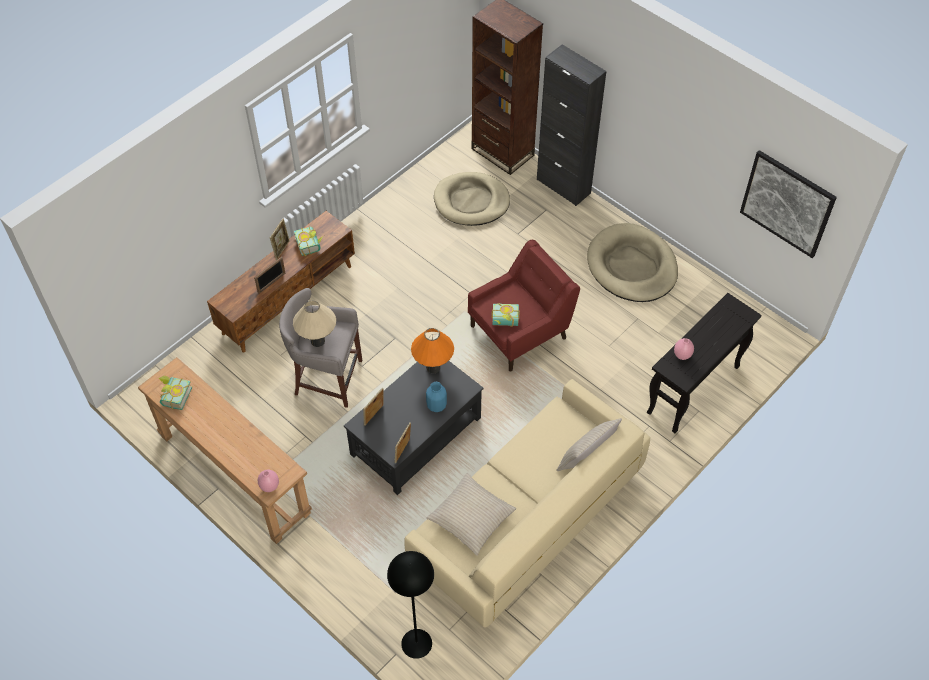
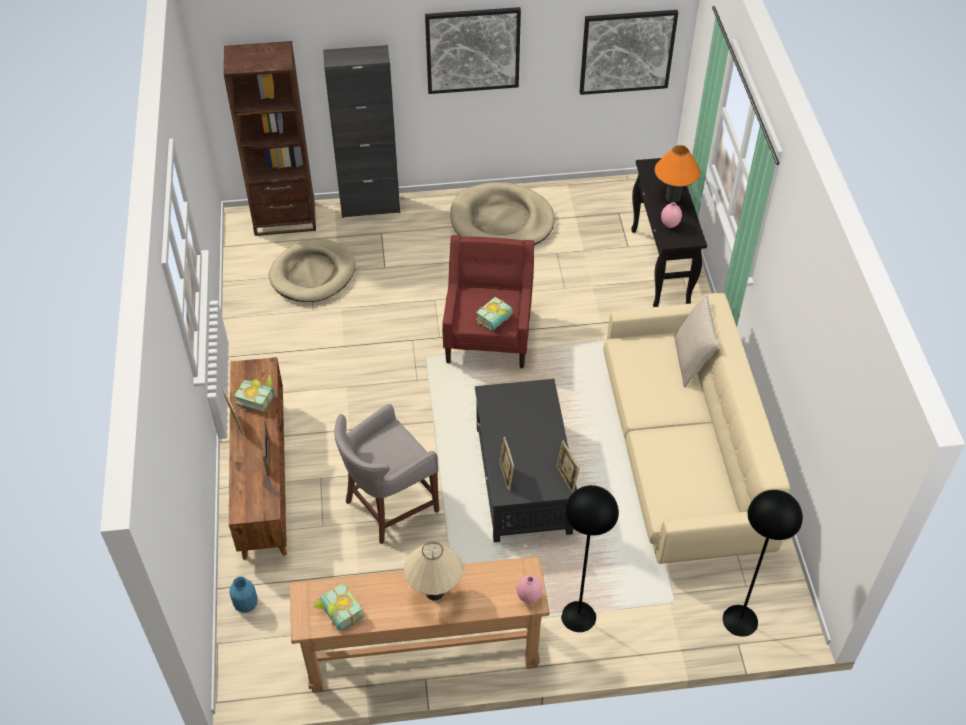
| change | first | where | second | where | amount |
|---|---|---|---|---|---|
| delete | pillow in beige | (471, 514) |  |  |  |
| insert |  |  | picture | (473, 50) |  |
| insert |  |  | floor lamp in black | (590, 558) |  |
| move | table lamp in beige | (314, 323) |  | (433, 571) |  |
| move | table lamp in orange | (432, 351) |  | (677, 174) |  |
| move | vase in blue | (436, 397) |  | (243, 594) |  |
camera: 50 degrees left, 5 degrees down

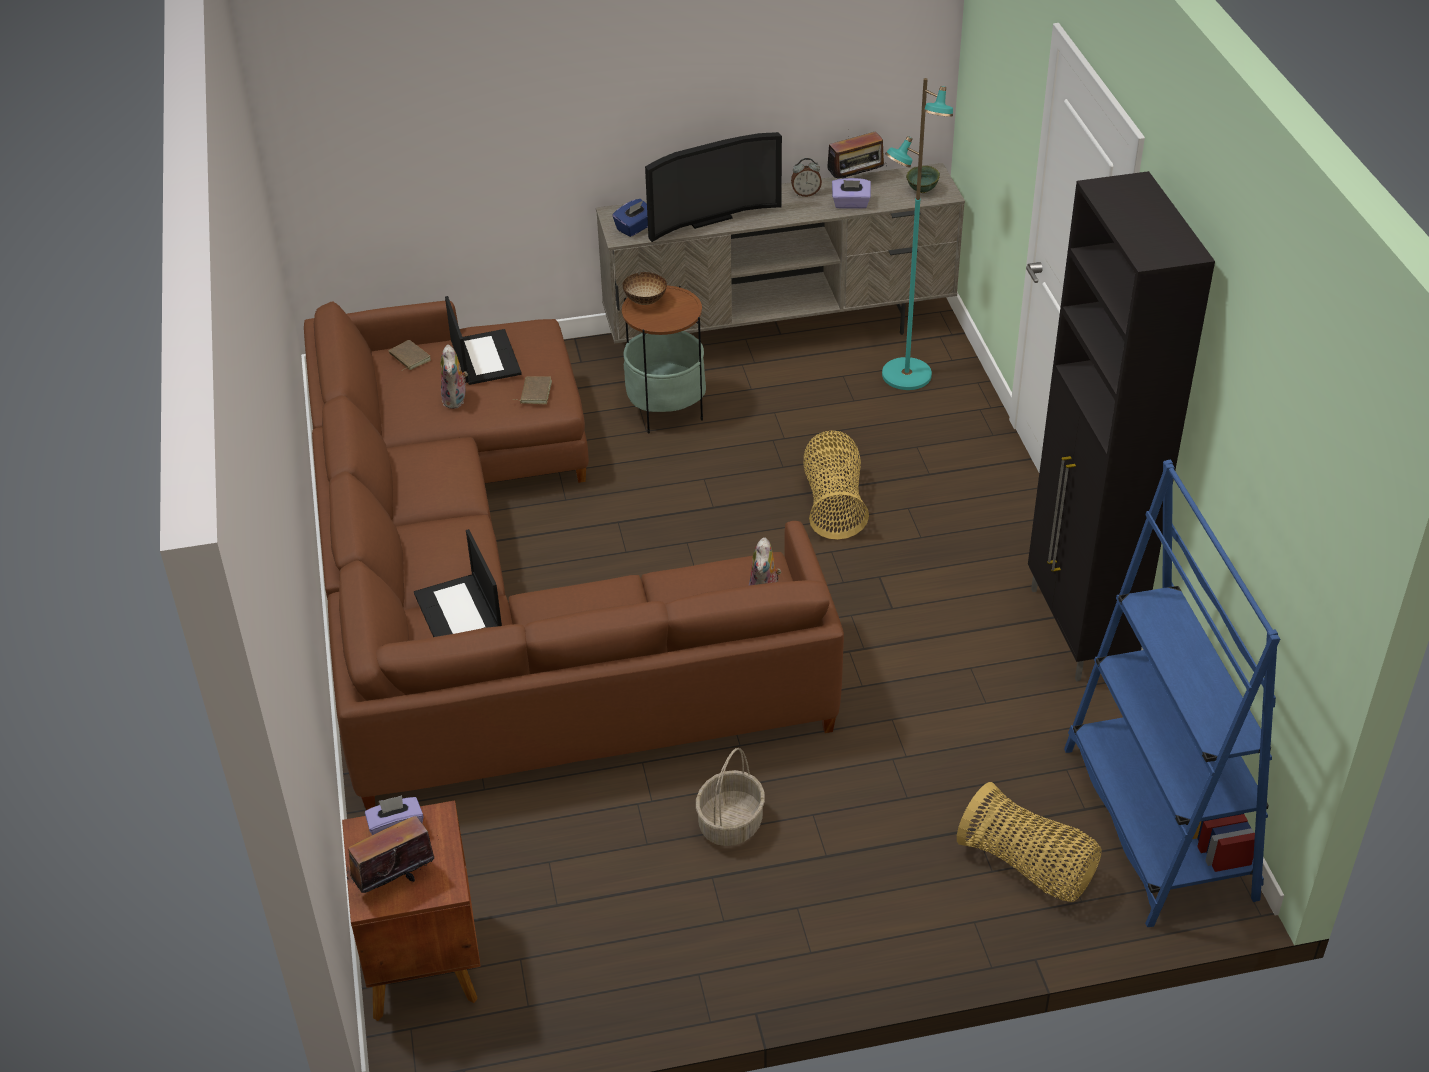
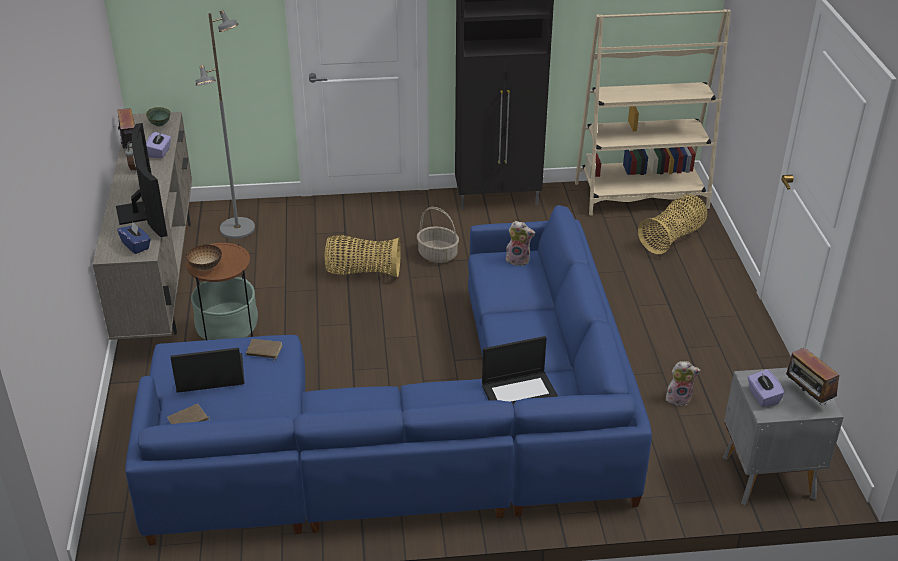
| change | first | where | second | where | amount |
|---|---|---|---|---|---|
| move | plush toy | (454, 376) |  | (683, 383) |  |
| move | basket | (730, 797) |  | (438, 235) |  |
| recolor | sofa in brown | (574, 555) | sofa in blue | (388, 375) |  |
| recolor | nightstand in brown | (411, 911) | nightstand in grey | (783, 436) |  |
| recolor | floor lamp in turquoise | (917, 234) | floor lamp in grey | (225, 124) |  |
| recolor | bookcase in blue | (1172, 693) | bookcase in beige | (653, 112) |  |
camera: 85 degrees left, 5 degrees down

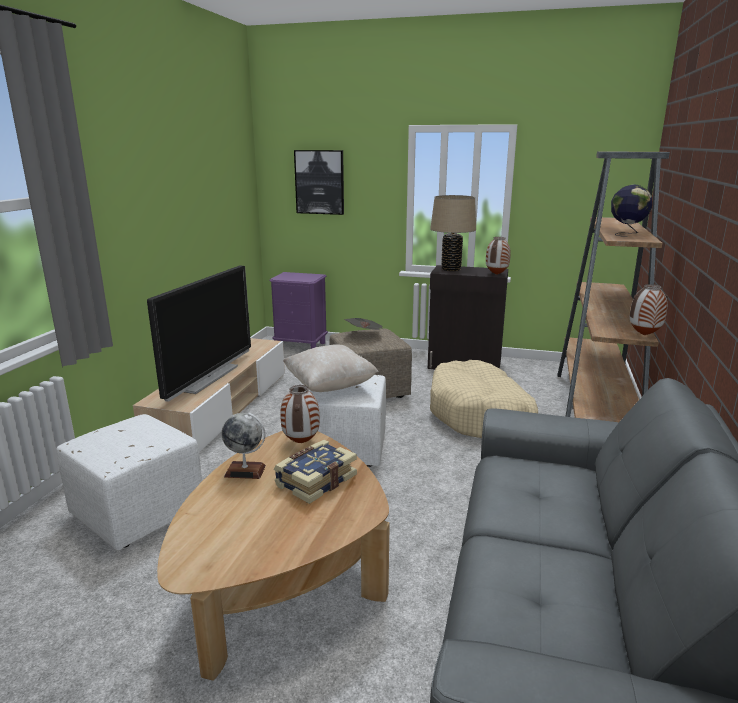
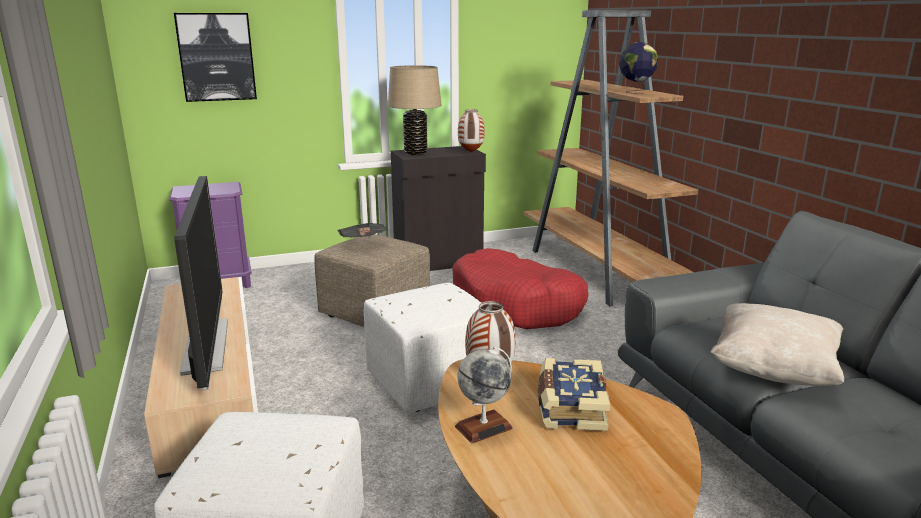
| change | first | where | second | where | amount |
|---|---|---|---|---|---|
| delete | vase | (649, 309) |  |  |  |
| move | pillow in beige | (331, 368) |  | (777, 344) |  |
| recolor | dog bed in beige | (484, 399) | dog bed in red | (520, 288) |  |
camera: 35 degrees left, 0 degrees up

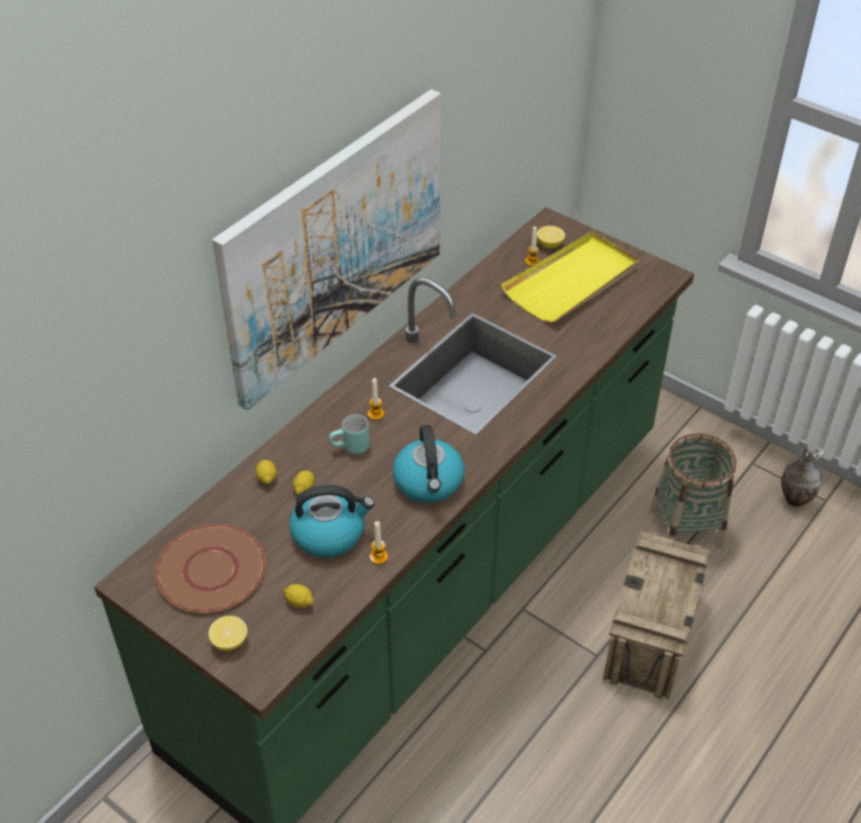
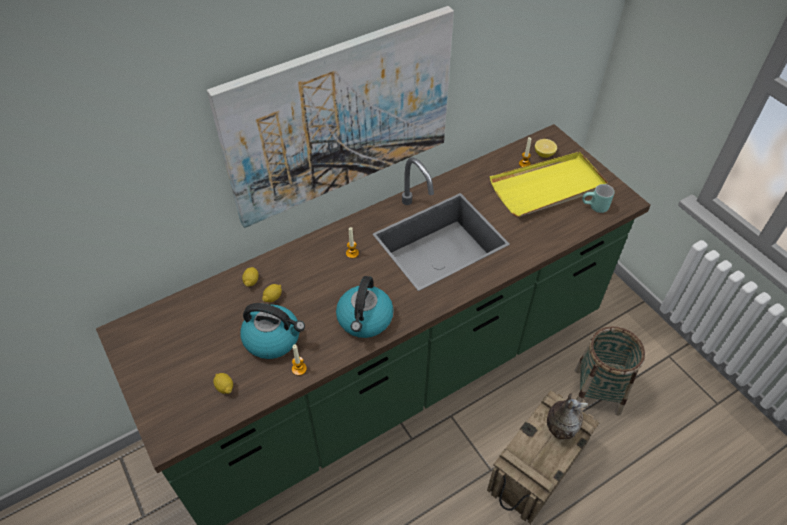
| change | first | where | second | where | amount |
|---|---|---|---|---|---|
| delete | plate in brown | (210, 569) |  |  |  |
| delete | lemon | (228, 633) |  |  |  |
| move | mug in turquoise | (349, 434) |  | (598, 198) |  |
| move | vase | (803, 475) |  | (567, 416) |  |
camera: 20 degrees right, 5 degrees up

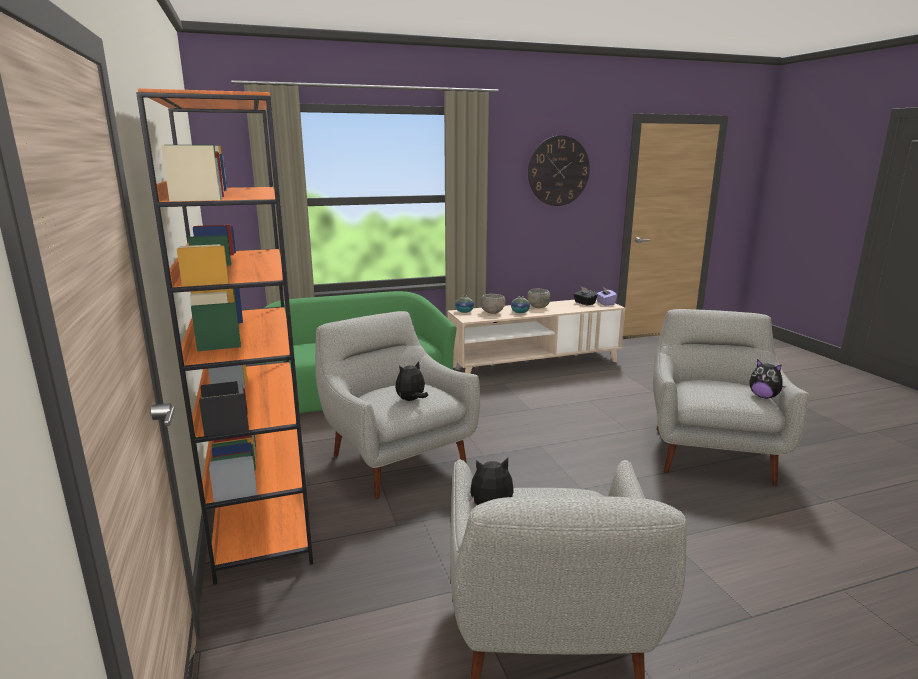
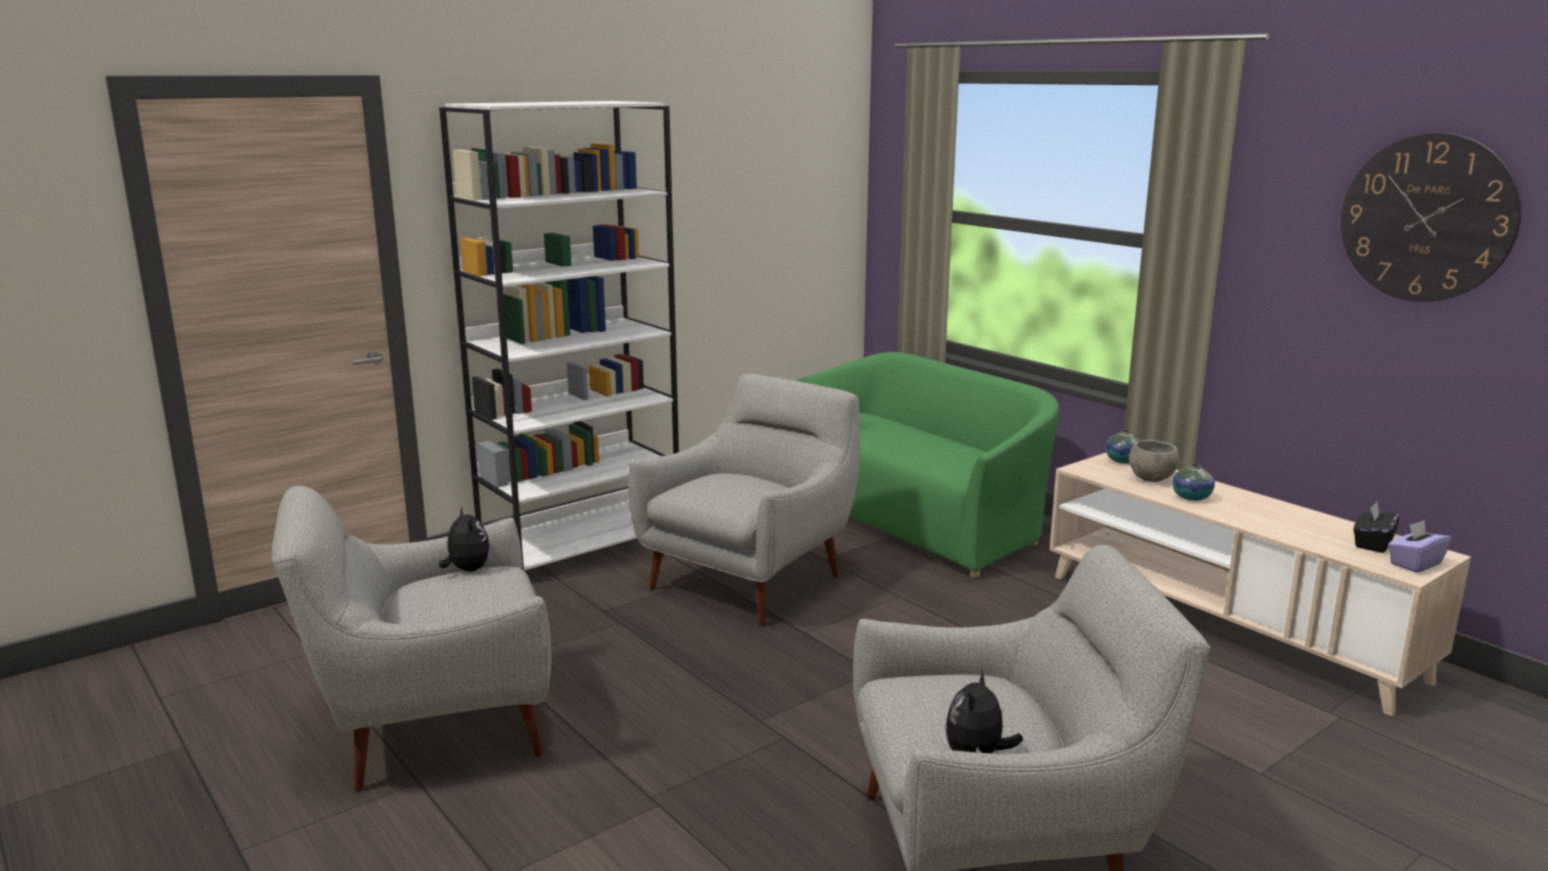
| change | first | where | second | where | amount |
|---|---|---|---|---|---|
| delete | plush toy | (411, 381) |  |  |  |
| delete | bowl in grey | (539, 298) |  |  |  |
| recolor | bookcase in orange | (224, 336) | bookcase in white | (559, 336) |  |
camera: 70 degrees right, 0 degrees up

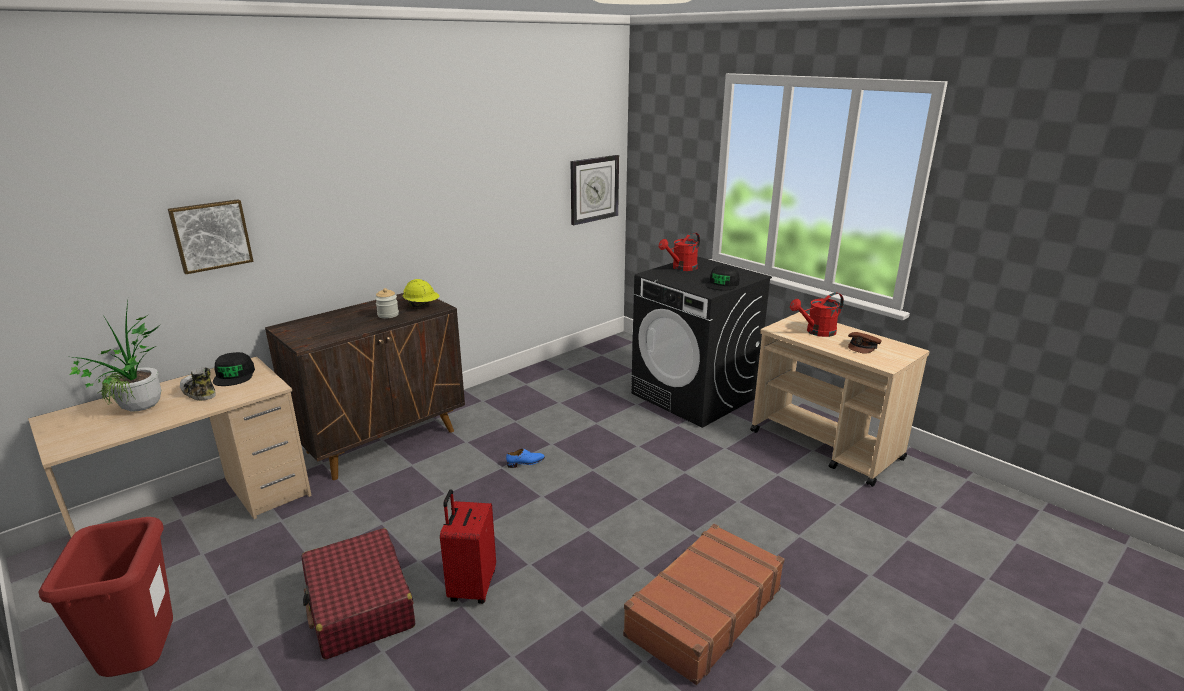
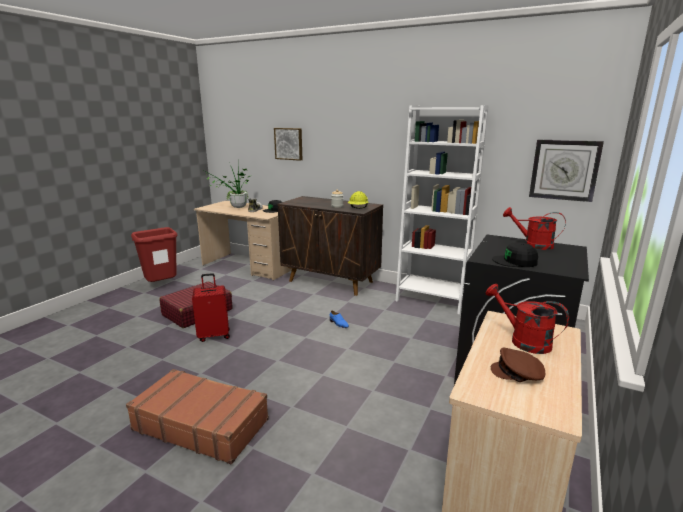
| change | first | where | second | where | amount |
|---|---|---|---|---|---|
| insert |  |  | bookcase in white | (442, 209) |  |
camera: 70 degrees right, 5 degrees down

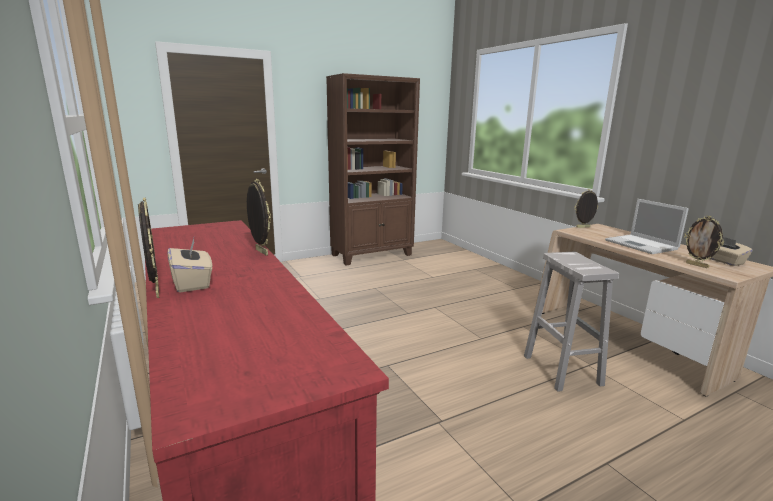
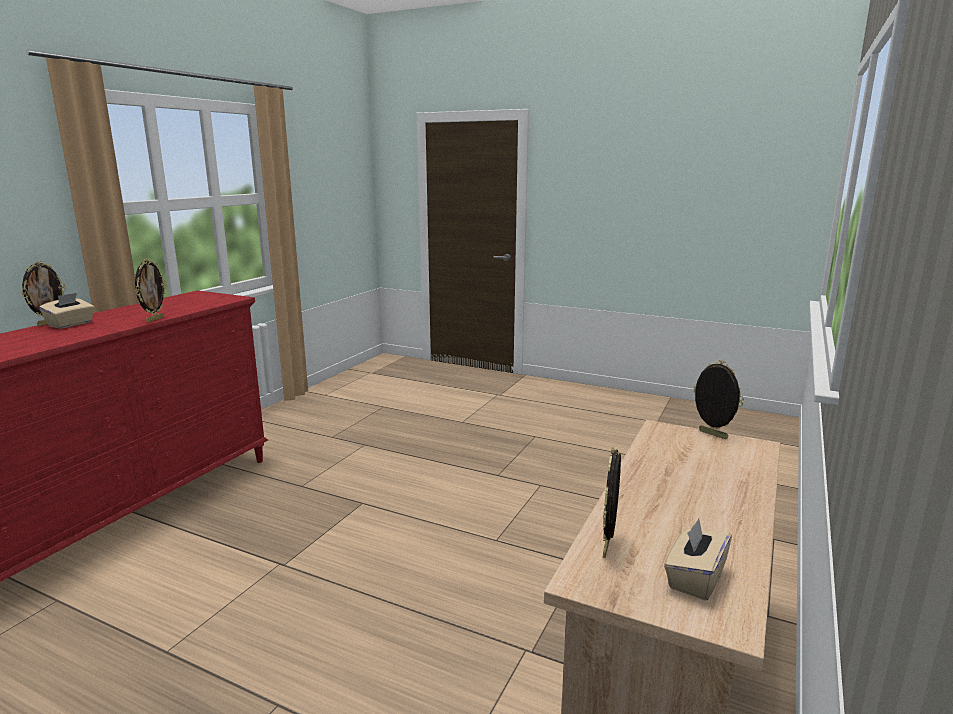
| change | first | where | second | where | amount |
|---|---|---|---|---|---|
| delete | bookcase in brown | (373, 169) |  |  |  |
| delete | stool in white | (571, 322) |  |  |  |
| delete | laptop | (647, 226) |  |  |  |
camera: 55 degrees right, 0 degrees up

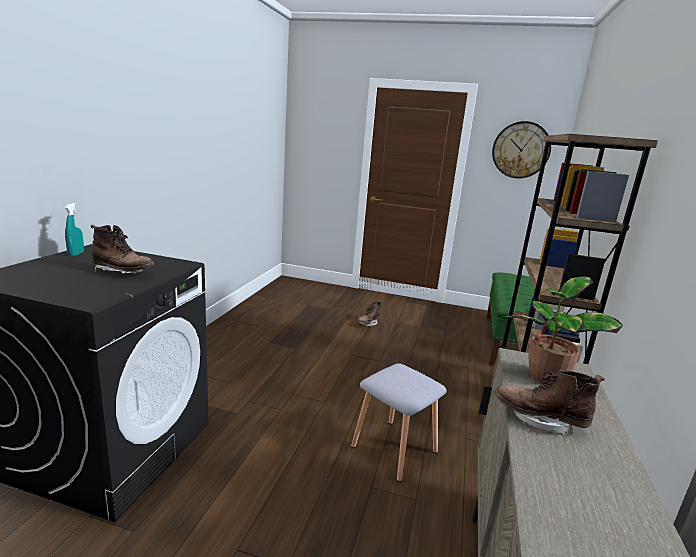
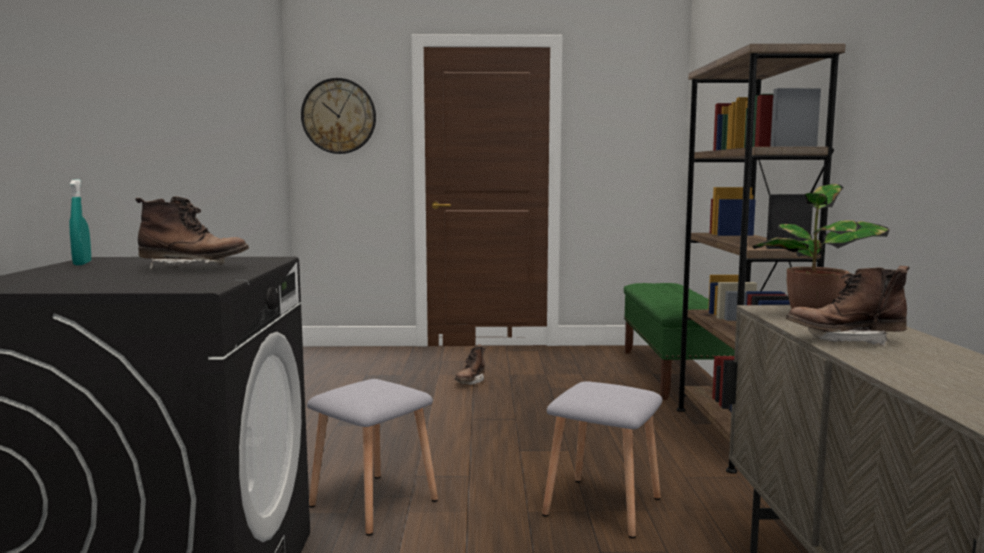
| change | first | where | second | where | amount |
|---|---|---|---|---|---|
| insert |  |  | stool in grey | (372, 457) |  |
| move | wall clock | (521, 149) |  | (338, 116) |  |
camera: 15 degrees left, 10 degrees down

